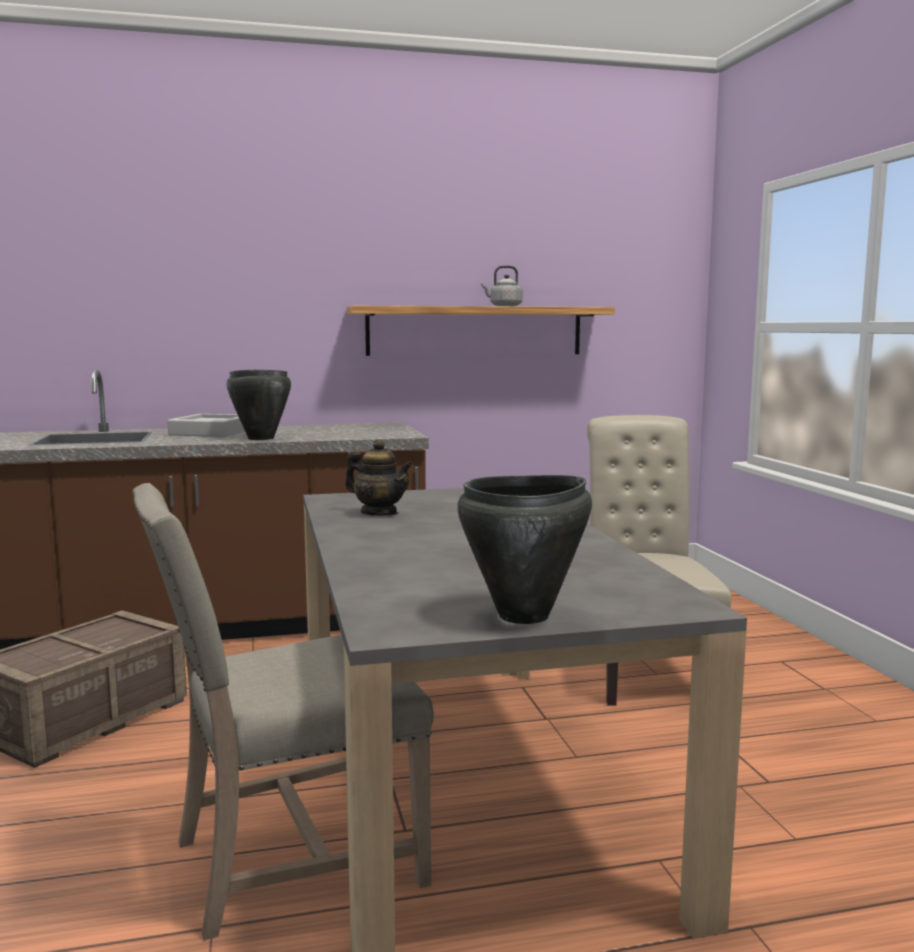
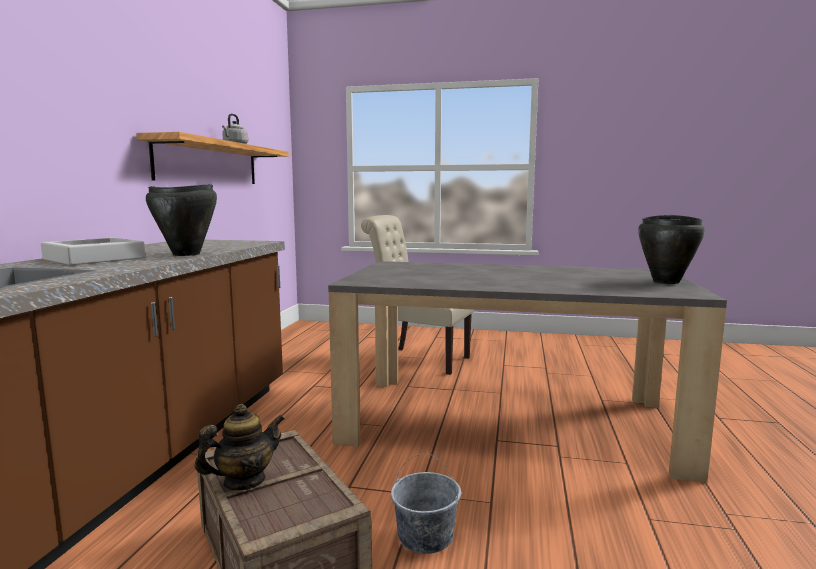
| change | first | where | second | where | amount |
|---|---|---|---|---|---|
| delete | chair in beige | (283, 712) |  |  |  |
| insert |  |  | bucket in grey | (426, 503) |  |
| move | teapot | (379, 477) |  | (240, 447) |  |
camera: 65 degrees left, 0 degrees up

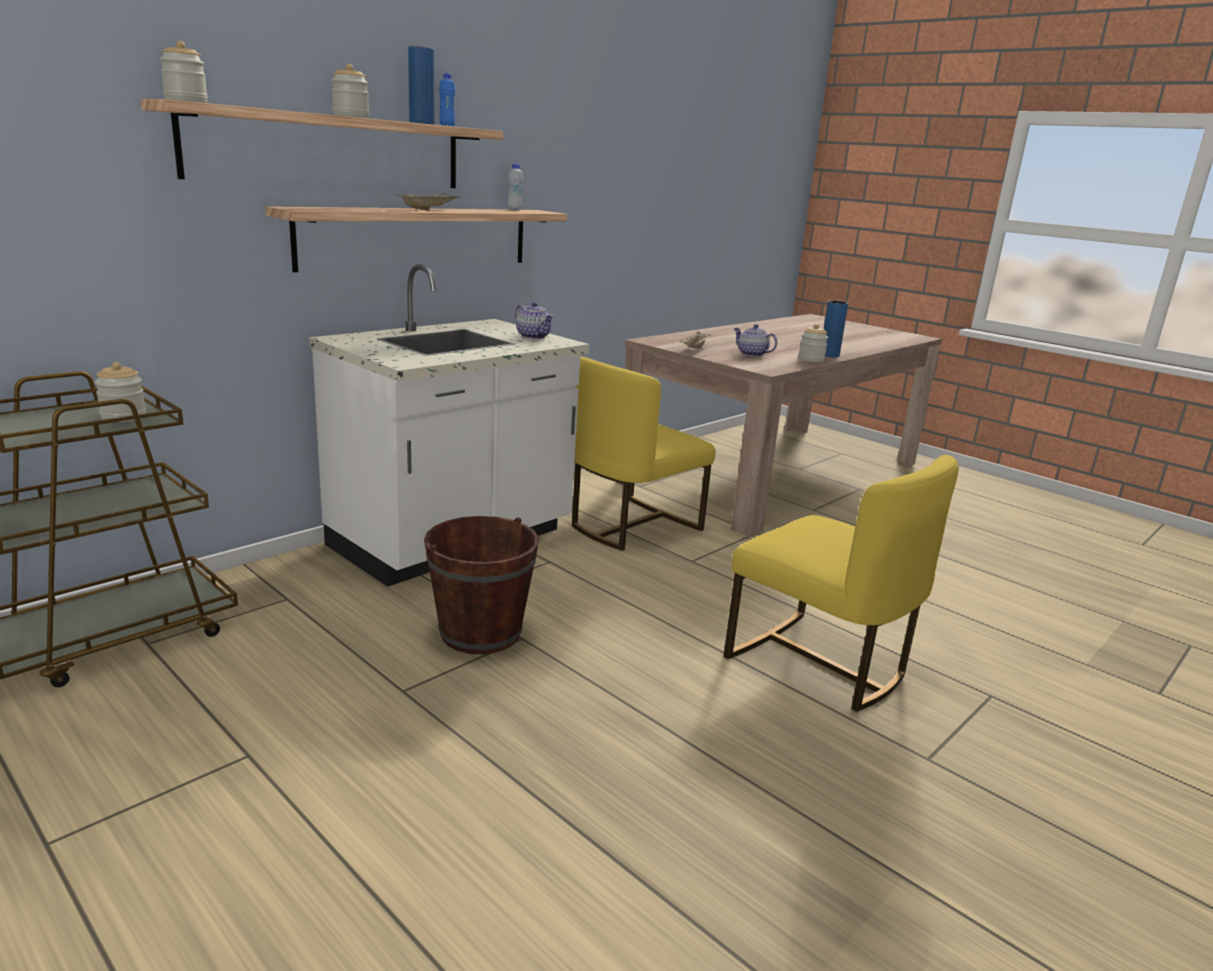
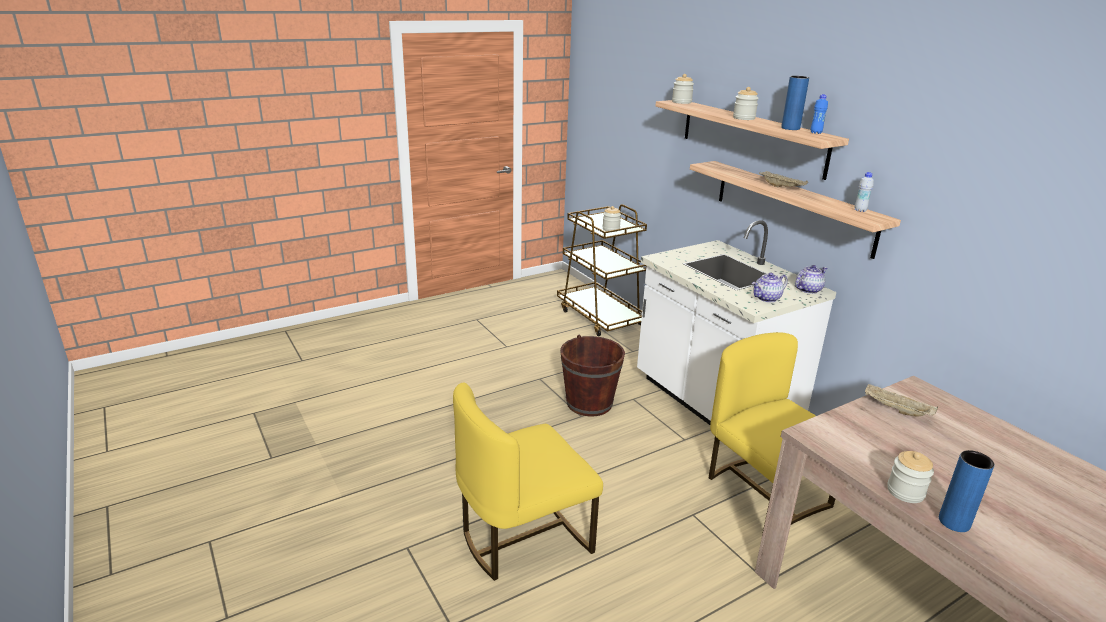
| change | first | where | second | where | amount |
|---|---|---|---|---|---|
| move | teapot | (755, 340) |  | (811, 279) |  |
camera: 105 degrees right, 5 degrees up

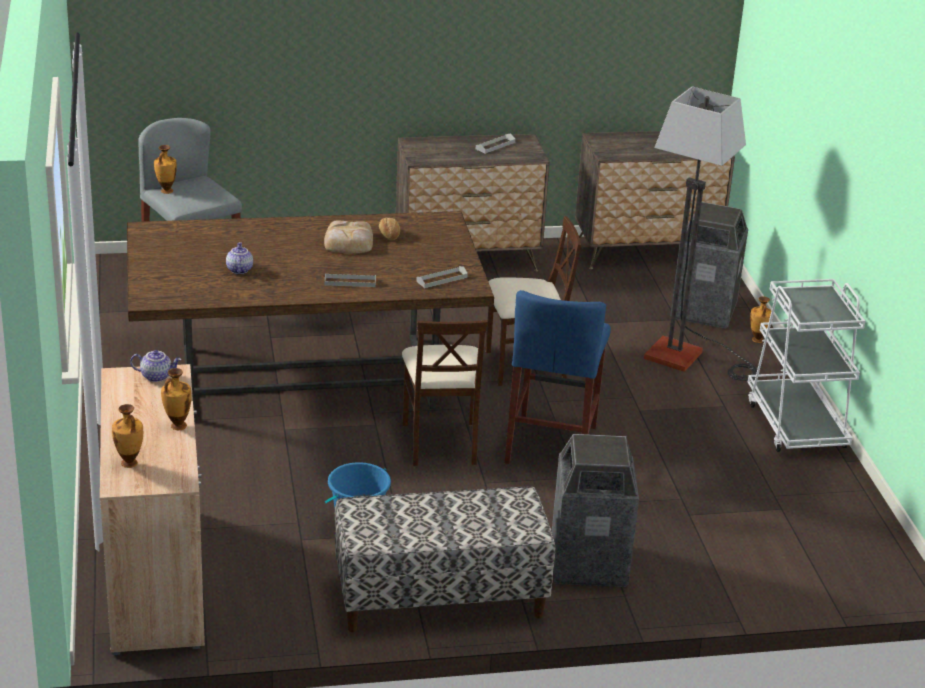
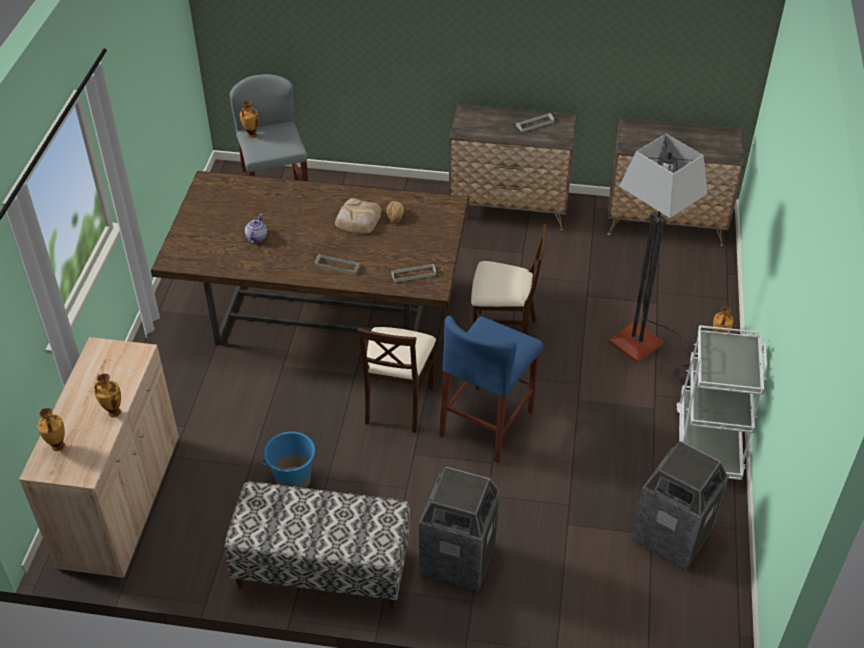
| change | first | where | second | where | amount |
|---|---|---|---|---|---|
| delete | teapot | (156, 366) |  |  |  |
| move | trash can | (709, 265) |  | (680, 505) |  |
camera: 20 degrees right, 15 degrees up

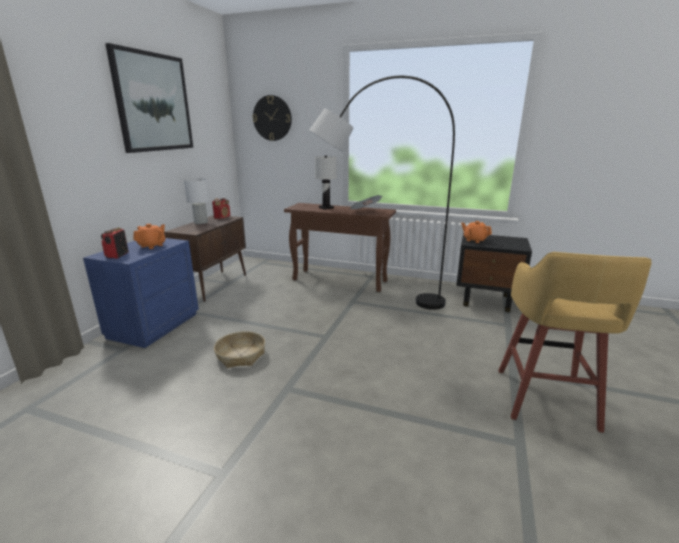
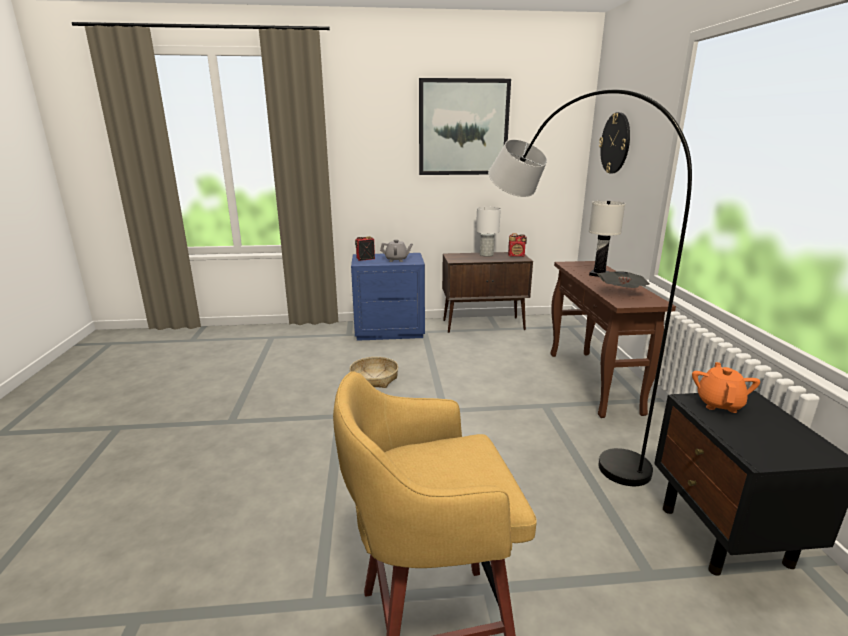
| change | first | where | second | where | amount |
|---|---|---|---|---|---|
| recolor | teapot in orange | (149, 236) | teapot in grey | (396, 250) |  |
camera: 65 degrees right, 0 degrees up

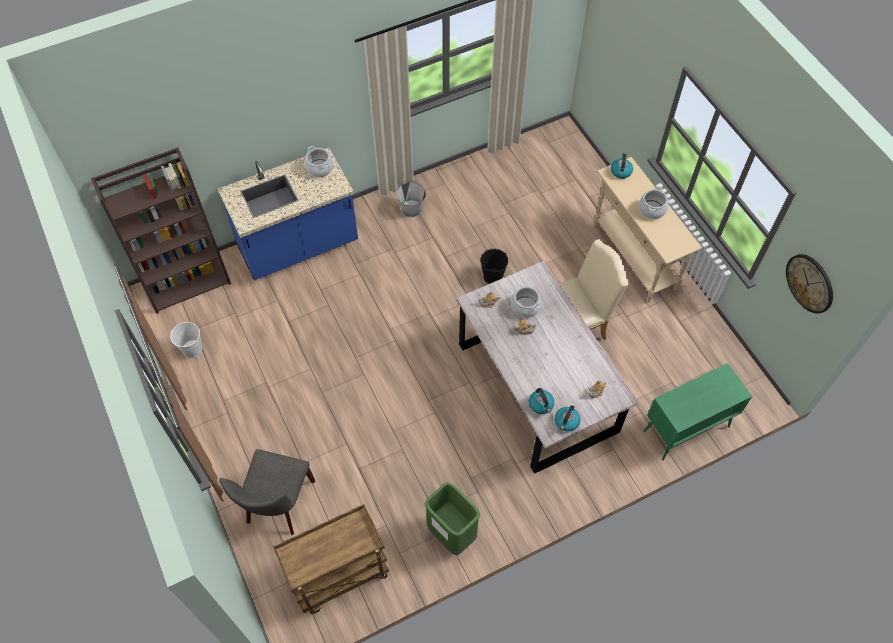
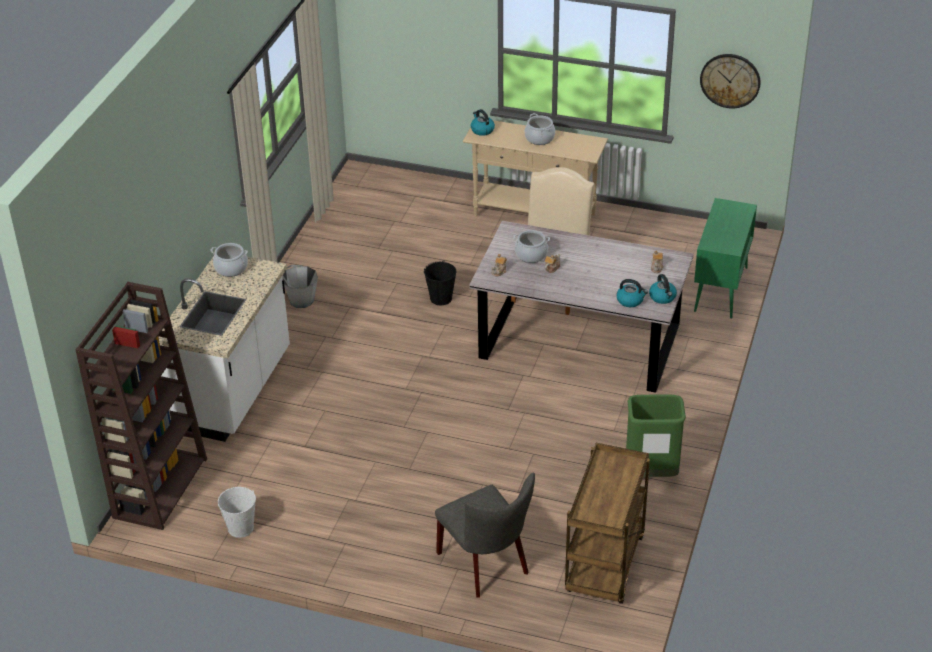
| change | first | where | second | where | amount |
|---|---|---|---|---|---|
| recolor | counter in blue | (288, 214) | counter in white | (224, 349) |  |
camera: 45 degrees left, 20 degrees down

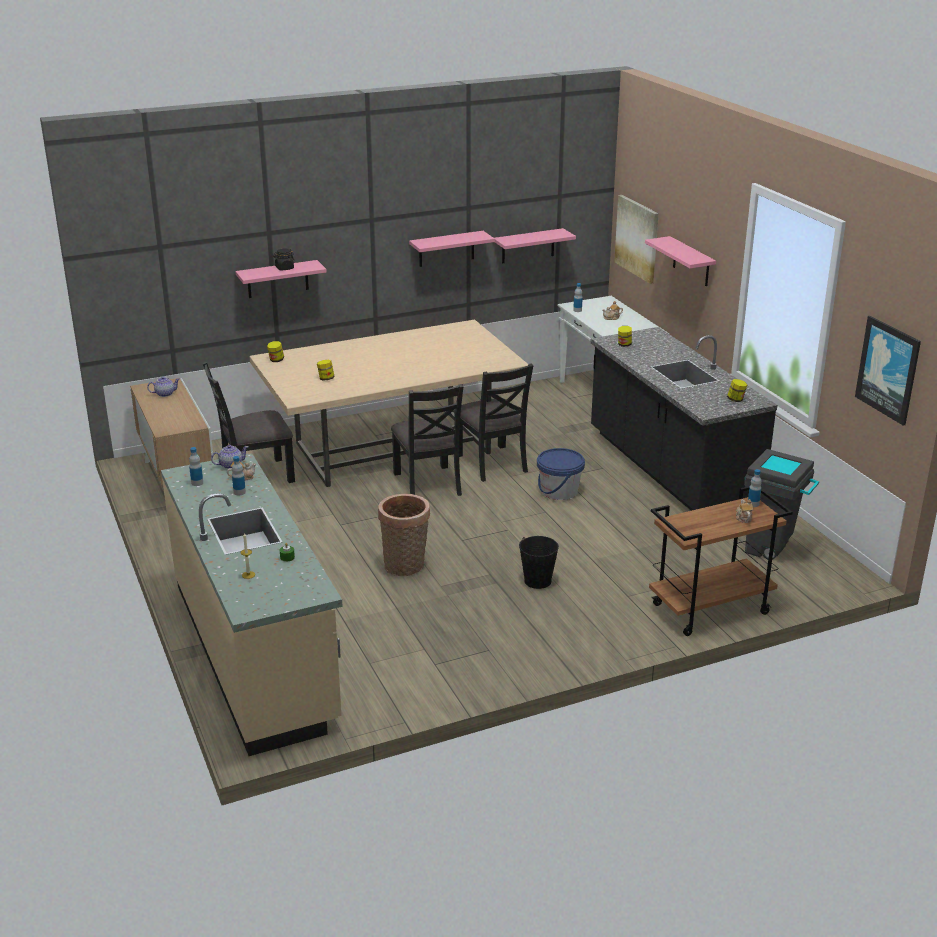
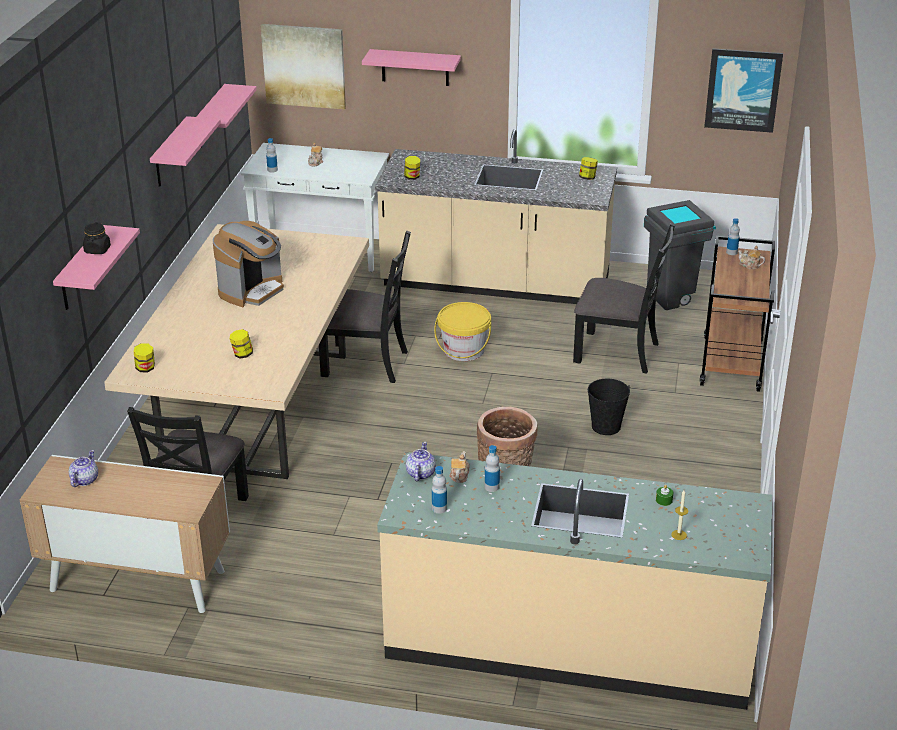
| change | first | where | second | where | amount |
|---|---|---|---|---|---|
| insert |  |  | coffee machine | (248, 264) |  |
| move | chair in black | (427, 440) |  | (624, 298) |  |
| recolor | bucket in blue | (561, 474) | bucket in yellow | (462, 331) |  |
| recolor | counter in black | (684, 419) | counter in beige | (496, 216) |  |
camera: 55 degrees left, 5 degrees up

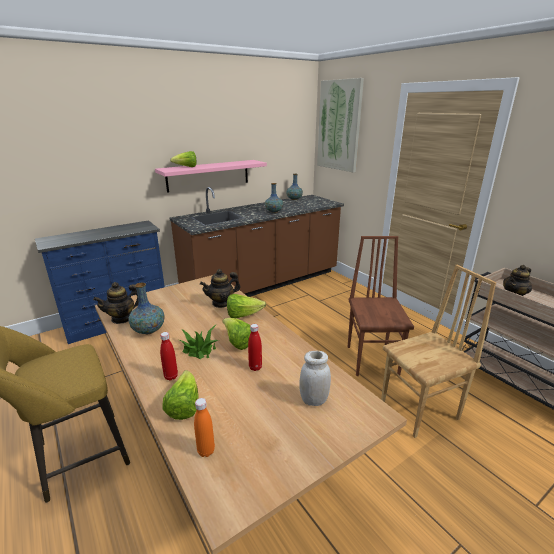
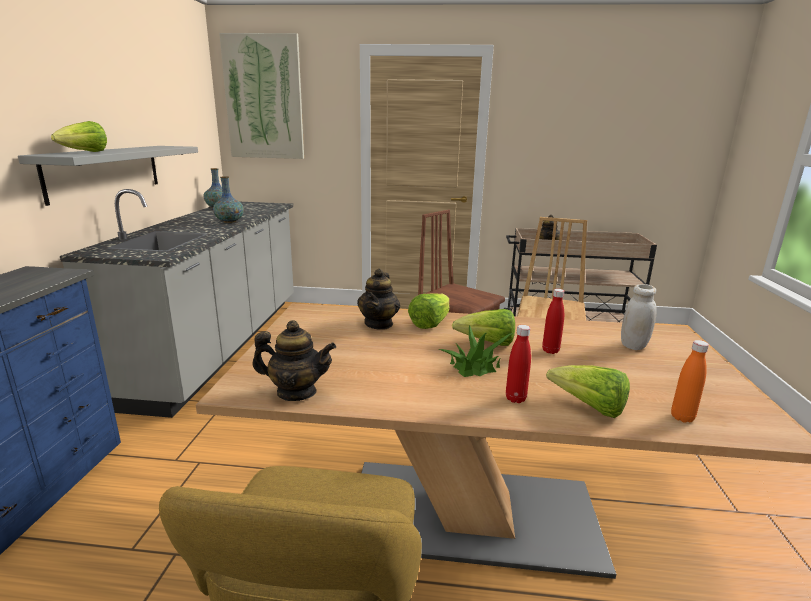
| change | first | where | second | where | amount |
|---|---|---|---|---|---|
| delete | vase | (146, 308) |  |  |  |
| recolor | shelf in pink | (211, 176) | shelf in grey | (108, 176) |  |
| recolor | counter in brown | (257, 242) | counter in grey | (177, 303) |  |
| rotate | teapot | (116, 303) |  | (294, 360) | 90 degrees counterclockwise |
camera: 50 degrees left, 5 degrees down

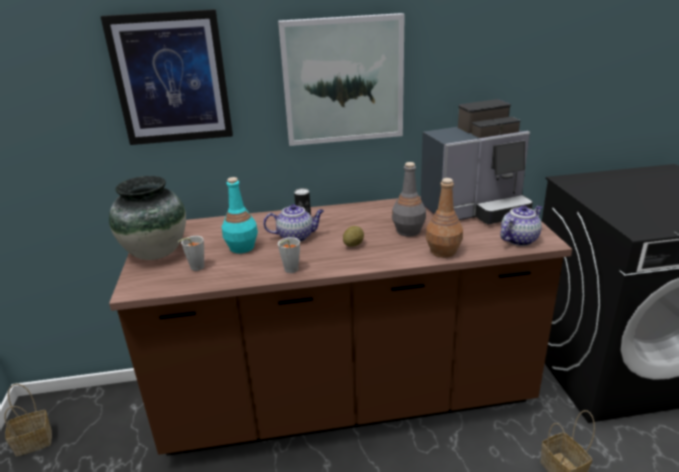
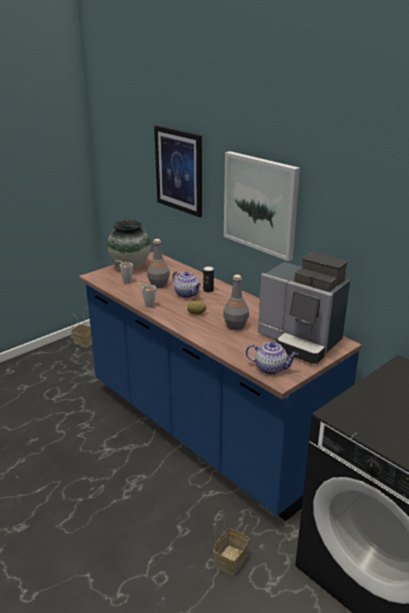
| change | first | where | second | where | amount |
|---|---|---|---|---|---|
| delete | bottle in brown | (444, 218) |  |  |  |
| recolor | counter in brown | (340, 326) | counter in blue | (220, 386) |  |
| recolor | bottle in turquoise | (240, 215) | bottle in grey | (158, 263) |  |
camera: 55 degrees right, 0 degrees up

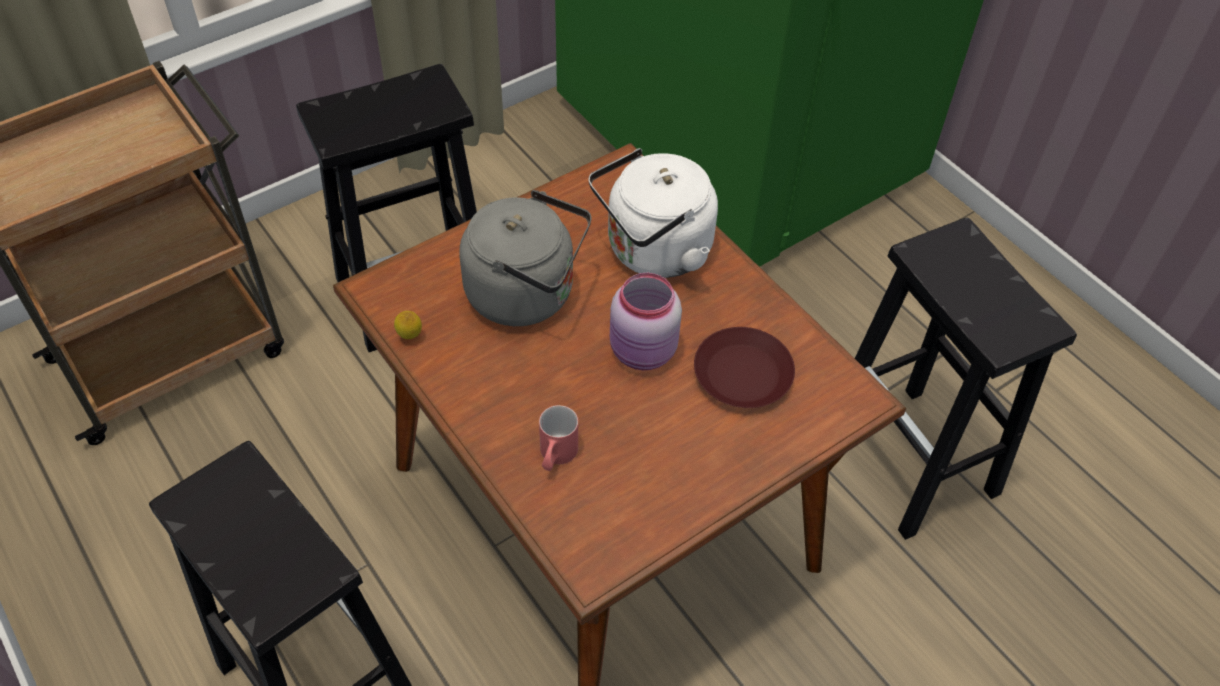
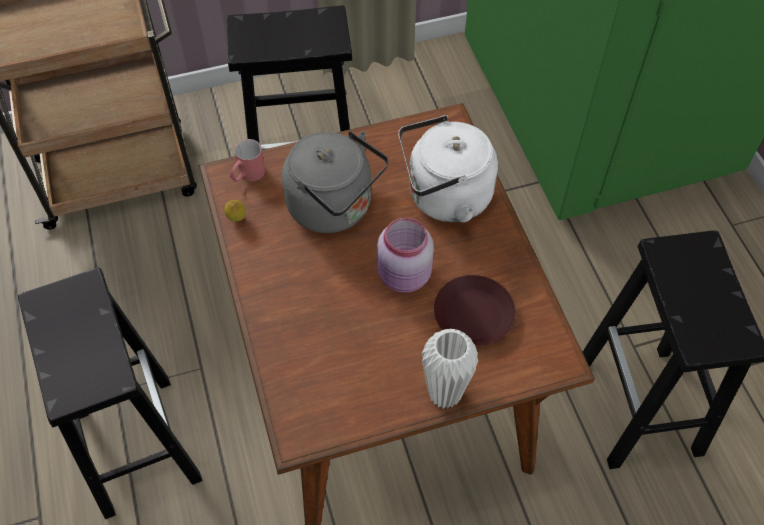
| change | first | where | second | where | amount |
|---|---|---|---|---|---|
| insert |  |  | vase in white | (450, 369) |  |
| move | mug in red | (558, 438) |  | (247, 160) |  |
camera: 20 degrees right, 5 degrees up

